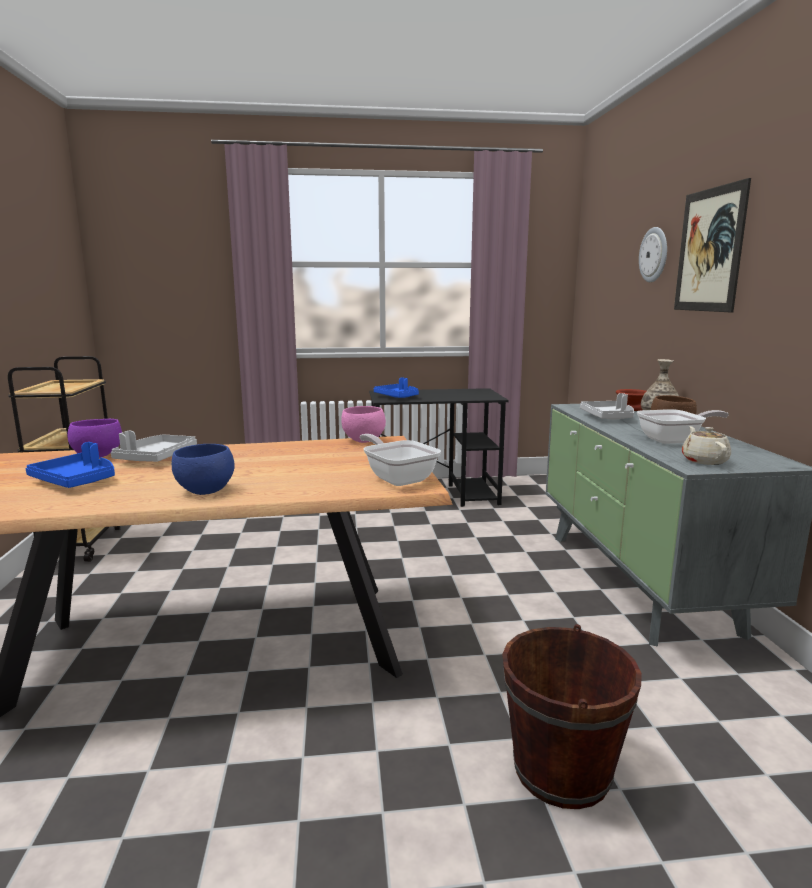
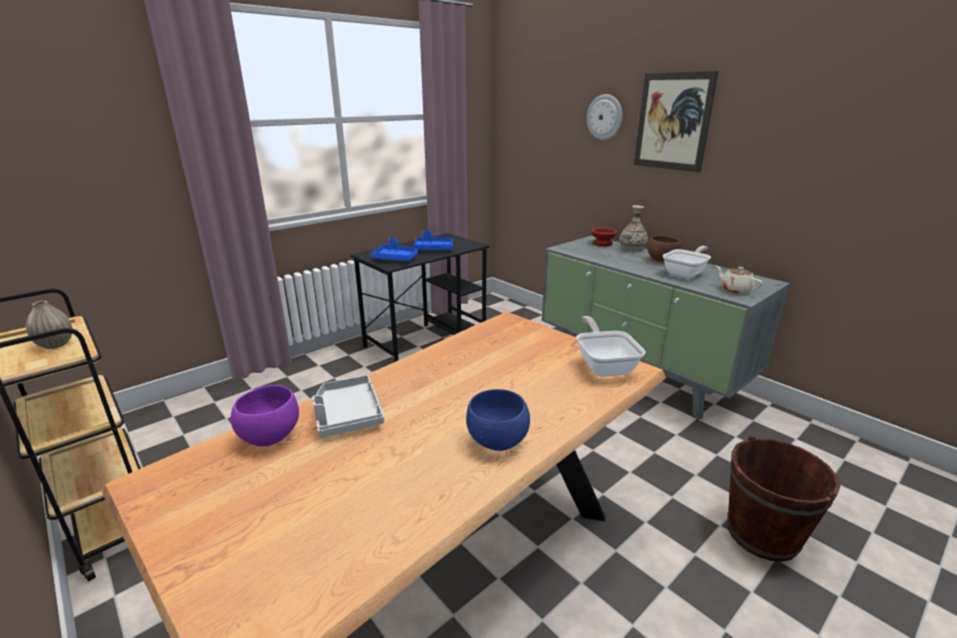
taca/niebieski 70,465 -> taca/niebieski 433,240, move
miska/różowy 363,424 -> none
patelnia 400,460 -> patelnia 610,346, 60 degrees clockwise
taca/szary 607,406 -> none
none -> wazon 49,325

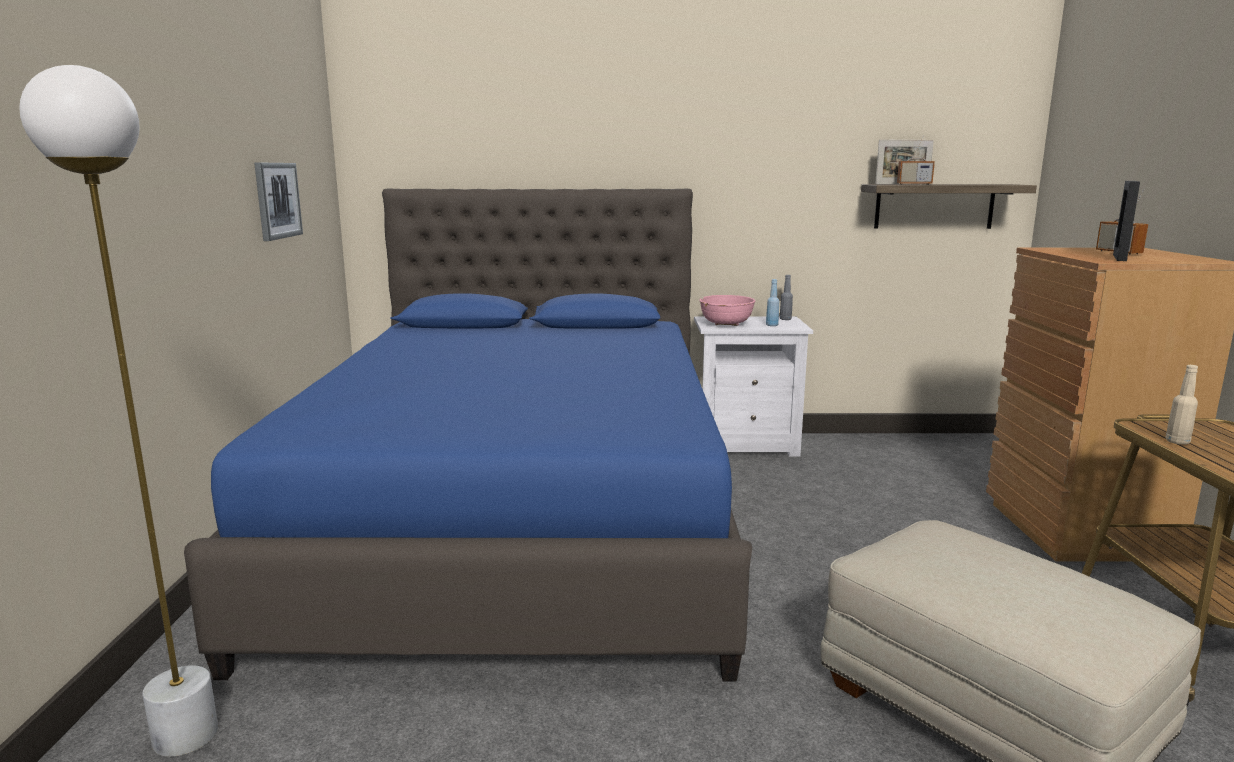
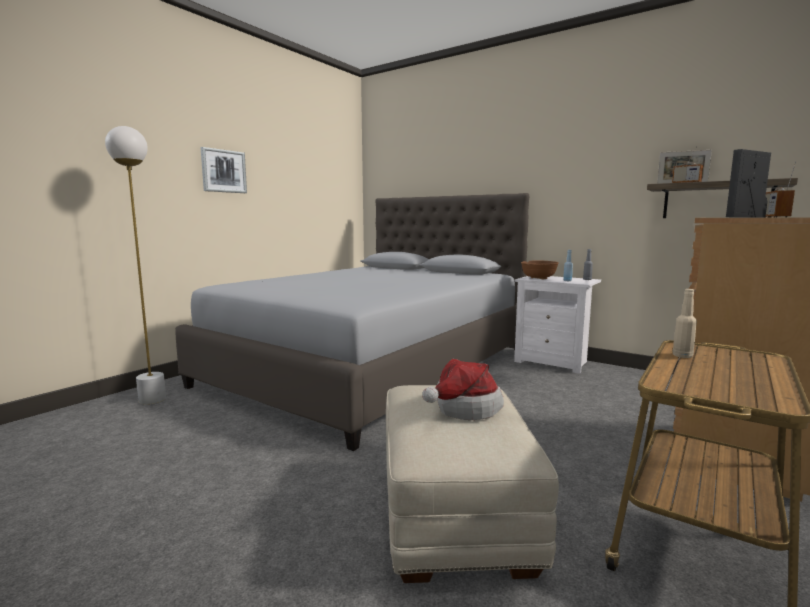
łóżko/niebieski 468,435 -> łóżko/szary 352,322
obraz 278,201 -> obraz 224,170, move
miska/różowy 727,310 -> miska/brązowy 540,269
none -> kapelusz 463,389

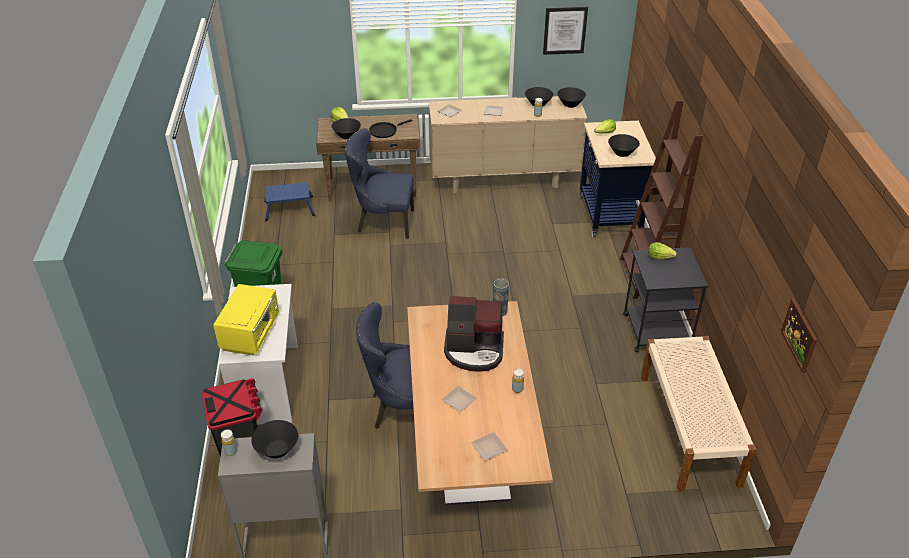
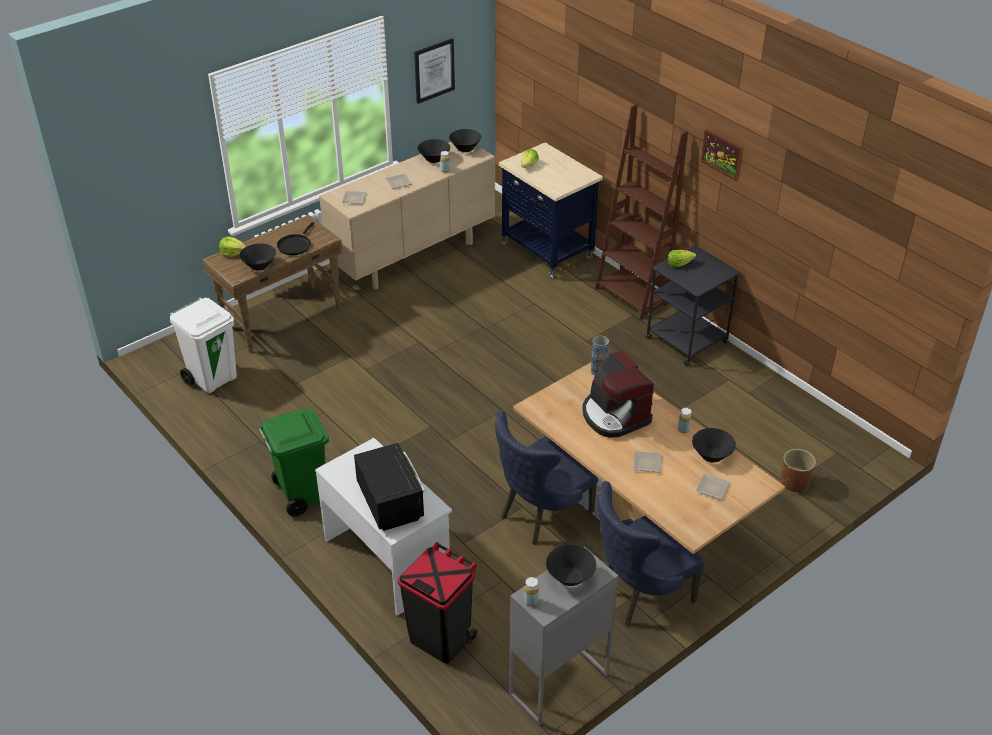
mikrofalówka/żółty 246,319 -> mikrofalówka/czarny 389,487
drabinka/niebieski 290,202 -> kosz na śmieci/biały 203,345
krzesło/niebieski 379,184 -> krzesło/niebieski 650,554, move
ekspres do kawy 474,334 -> ekspres do kawy 618,394, 90 degrees clockwise
miska/czarny 624,145 -> miska/czarny 714,445, move
ławka/beżowy 698,414 -> none
obraz 799,335 -> obraz 721,155, move
none -> donica/brązowy 798,470

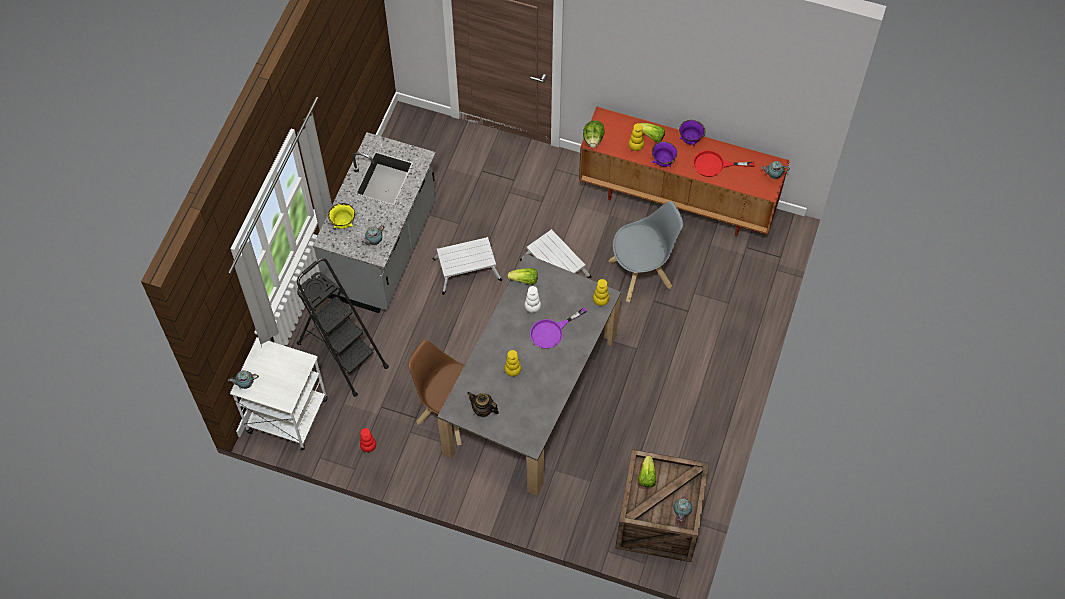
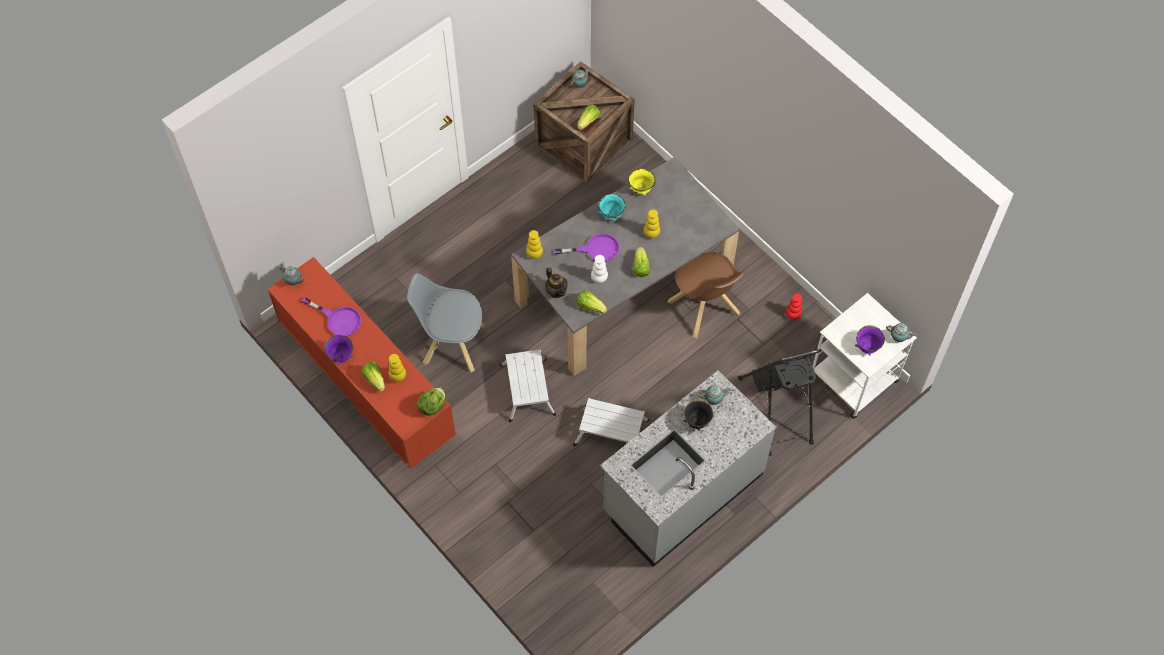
miska/żółty 341,216 -> miska/żółty 642,182, move
imbryk 483,404 -> imbryk 556,282, move
miska/fioletowy 664,154 -> miska/fioletowy 870,340, move
patelnia/czerwony 724,163 -> patelnia/fioletowy 331,316
none -> miska/turkusowy 612,208
none -> sałata 641,262
none -> miska/czarny 698,415

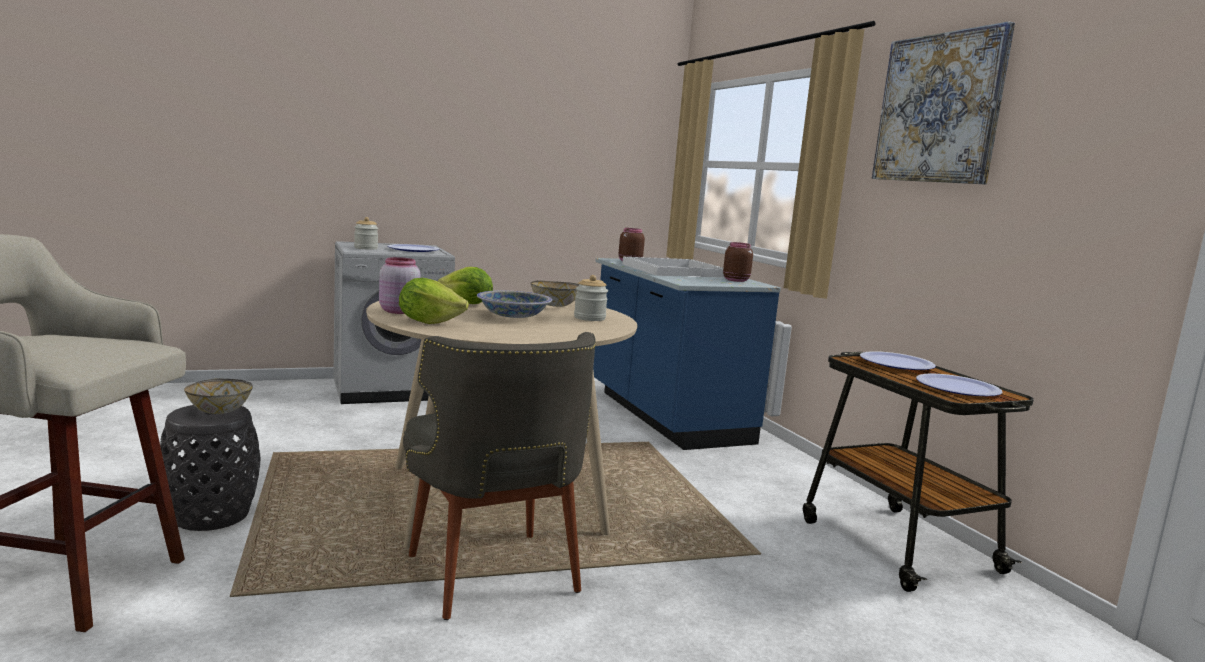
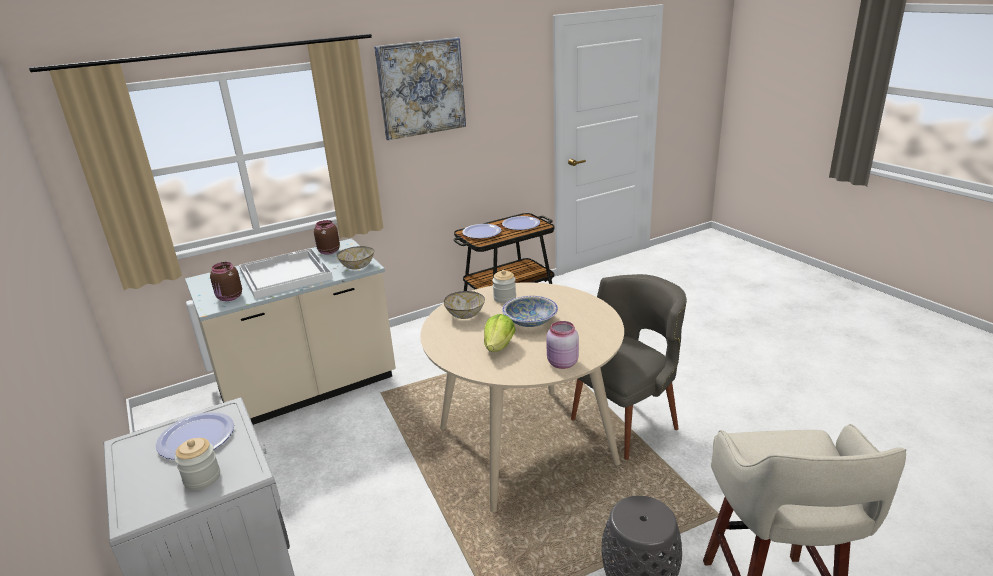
miska 218,396 -> miska 355,258, move
sałata 434,301 -> none
zabudowa kuchenna/niebieski 687,354 -> zabudowa kuchenna/beżowy 290,331

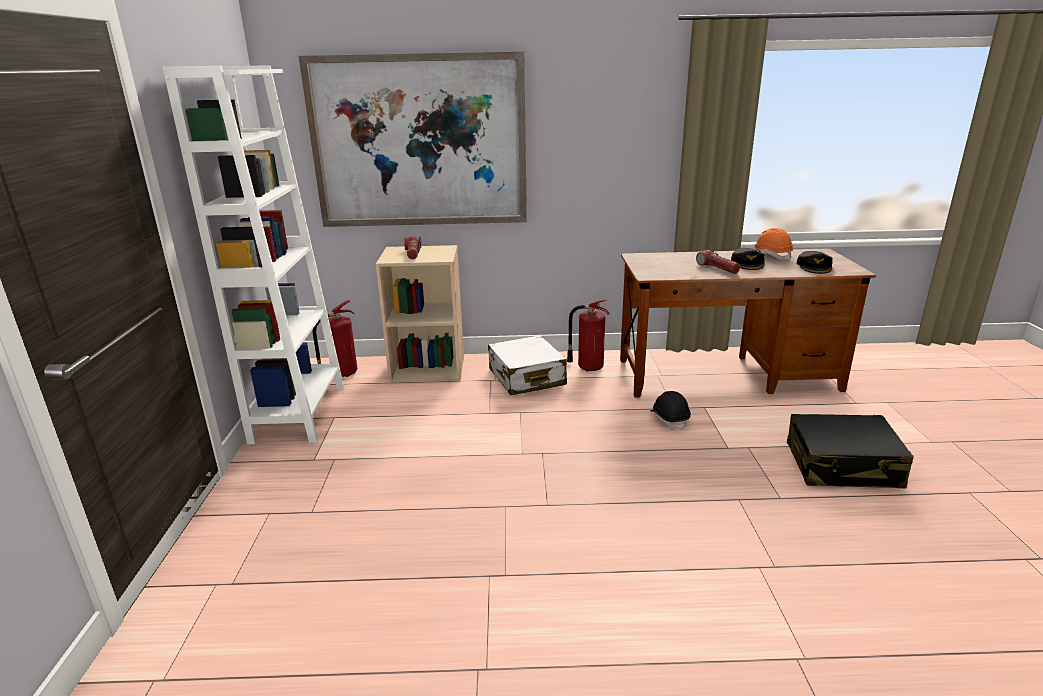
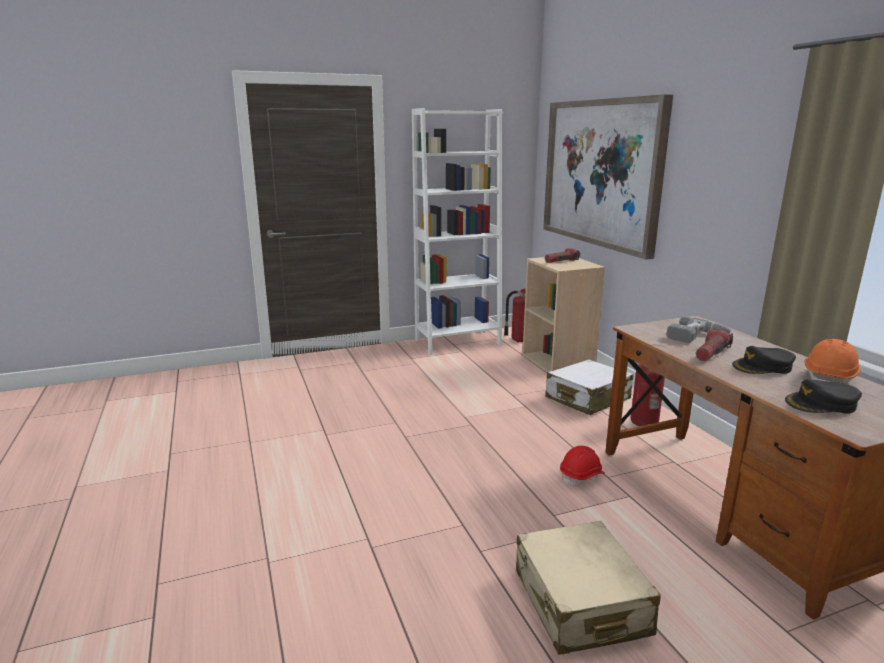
kask/czarny 670,410 -> kask/czerwony 582,466
walizka/czarny 850,451 -> walizka/beżowy 588,588
none -> wiertarka 699,330

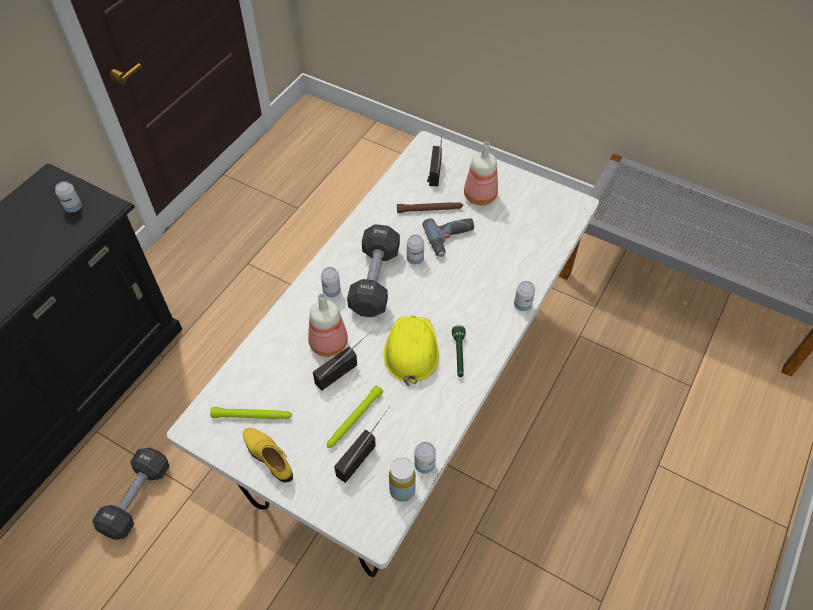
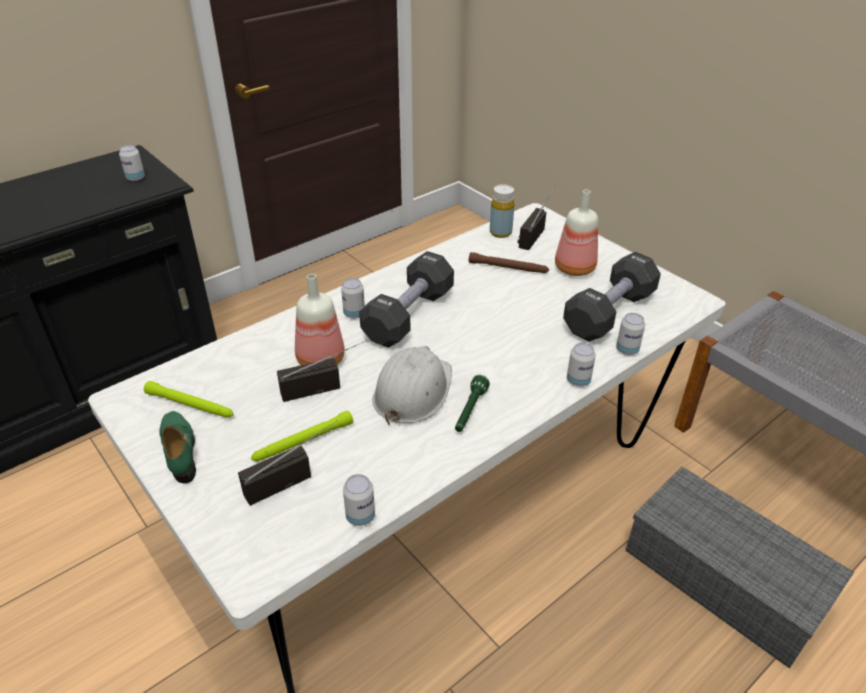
hantel/czarny 130,493 -> hantel/czarny 612,297, move
but/żółty 268,455 -> but/zielony 178,447
kask/żółty 411,350 -> kask/biały 412,385
butelka/żółty 402,479 -> butelka/żółty 502,211, move
puszka 415,250 -> puszka 630,334, move
wiertarka 448,237 -> none
none -> pojemnik do przechowywania/szary 739,568

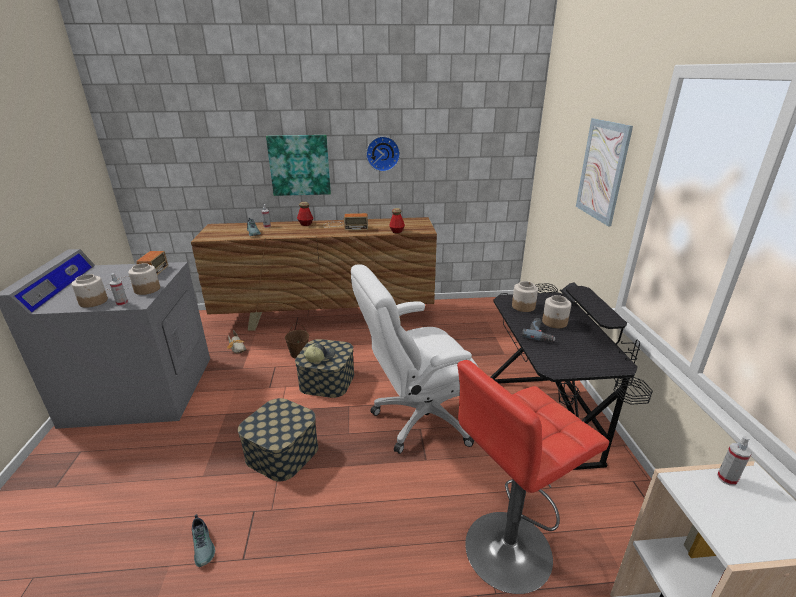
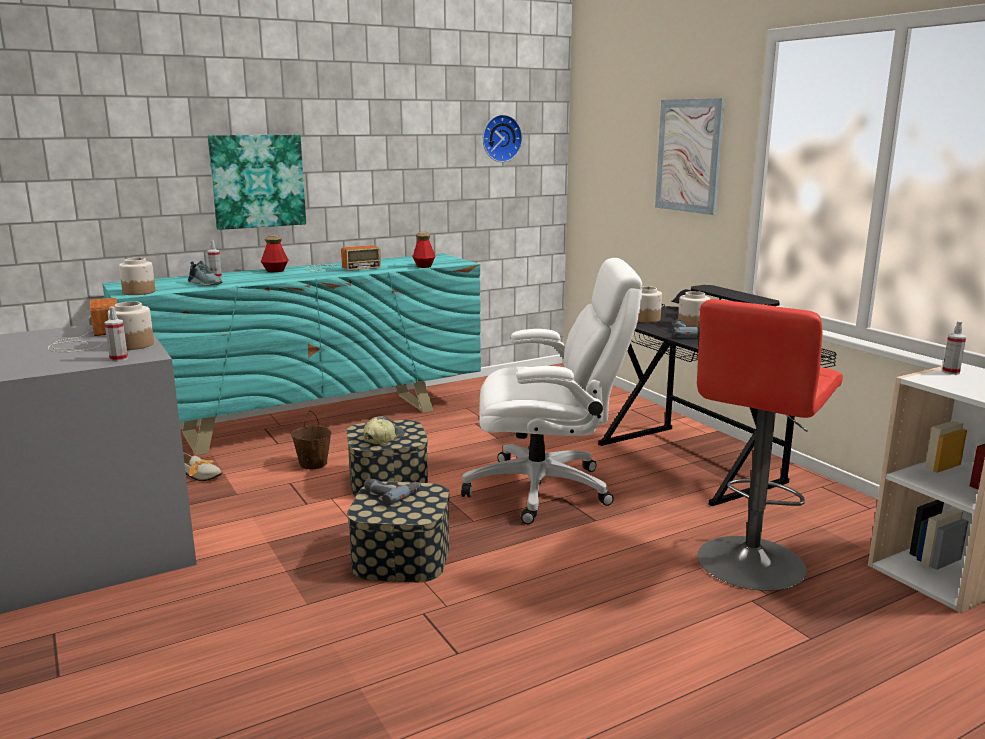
słoik 89,291 -> słoik 137,276, move
szafka/brązowy 314,274 -> szafka/turkusowy 291,354
but 203,540 -> none
krzesło biurowe/biały 414,359 -> krzesło biurowe/biały 551,391, 135 degrees counterclockwise
zegar ścienny 383,154 -> zegar ścienny 502,138, move
none -> wiertarka 392,492

